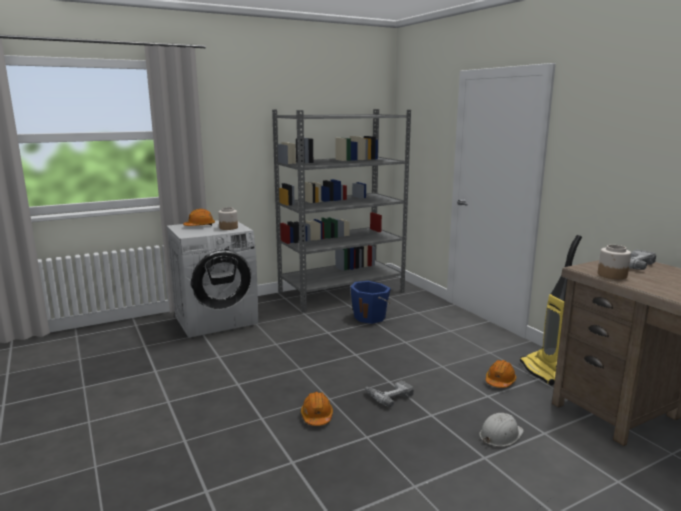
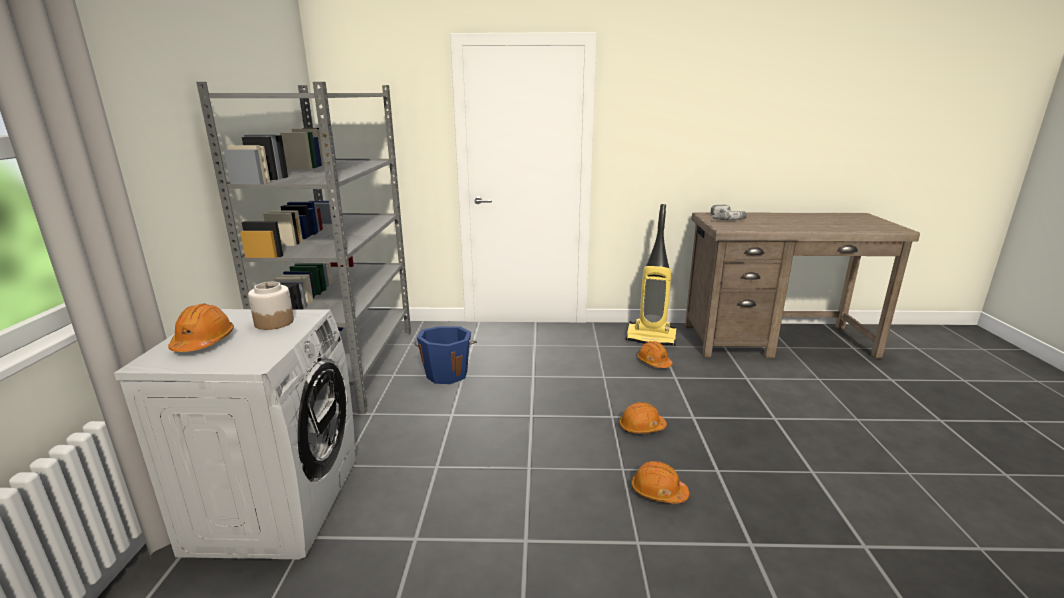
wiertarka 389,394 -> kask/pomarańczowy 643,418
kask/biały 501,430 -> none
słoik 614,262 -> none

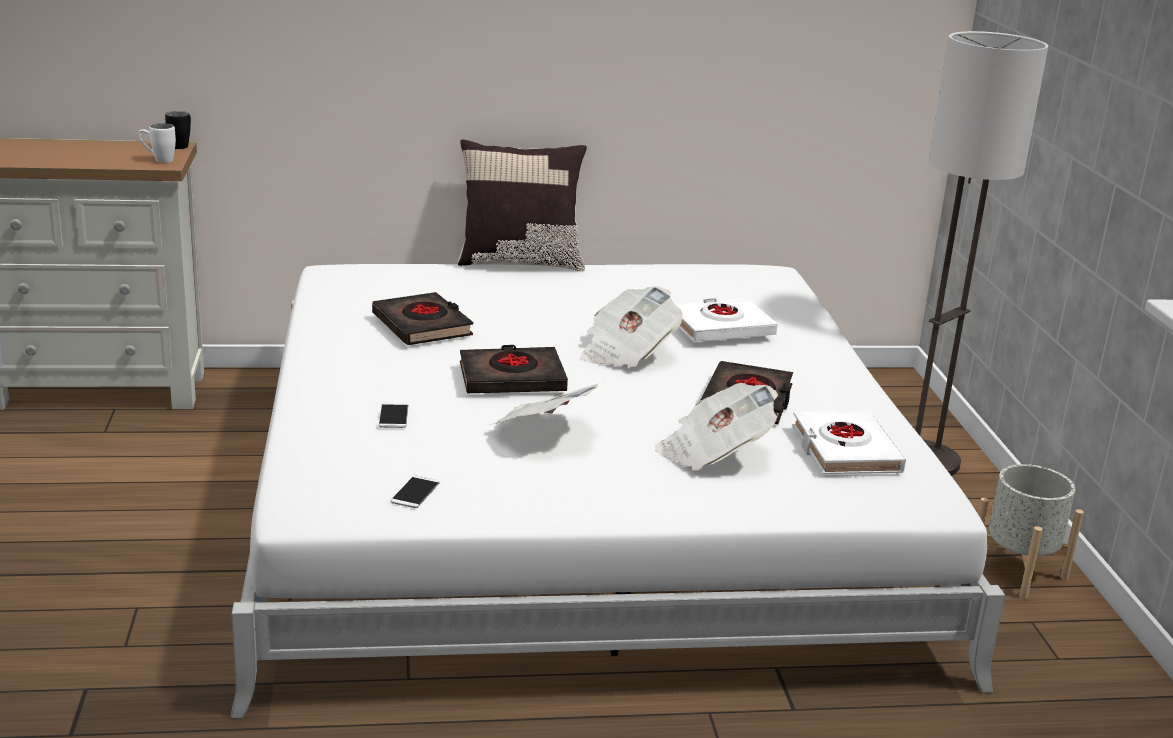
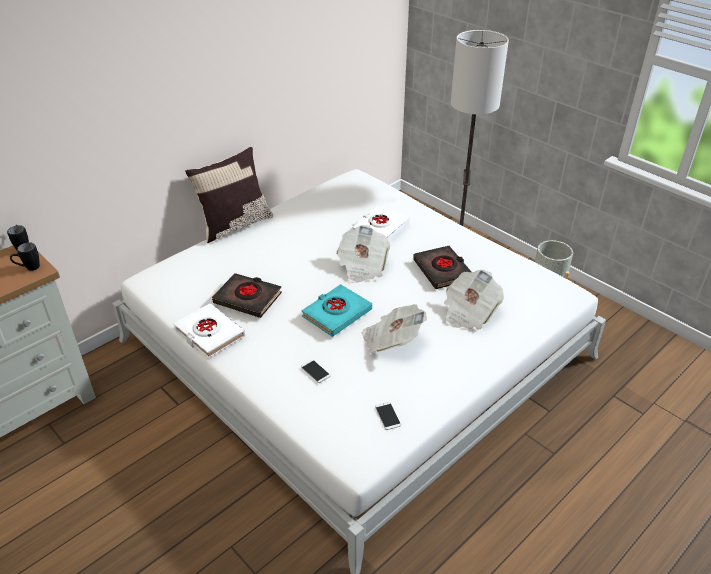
kubek/biały 157,143 -> kubek/czarny 25,256
książka/czarny 514,369 -> książka/turkusowy 337,310
książka/biały 849,442 -> książka/biały 209,330, move

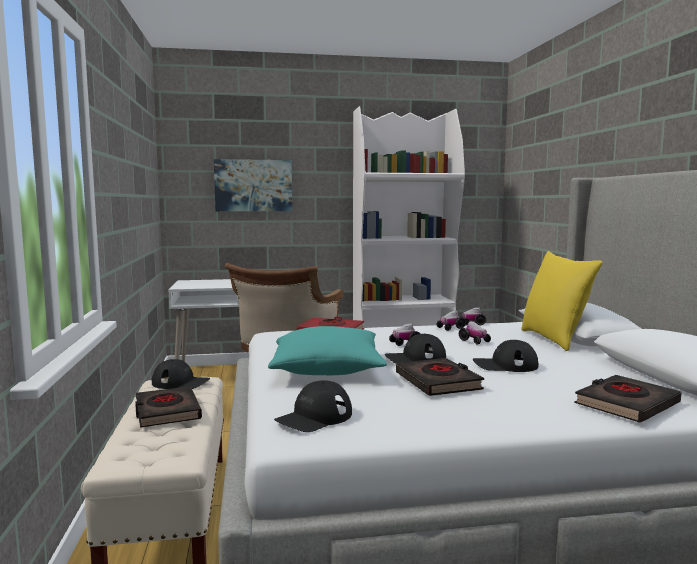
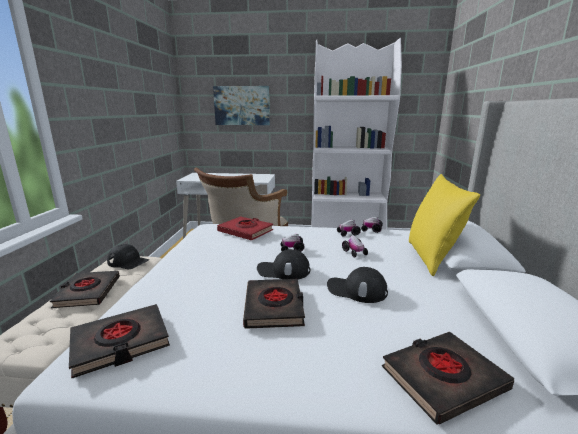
poduszka/turkusowy 327,350 -> none
czapka z daszkiem/czarny 313,406 -> książka/czarny 119,341

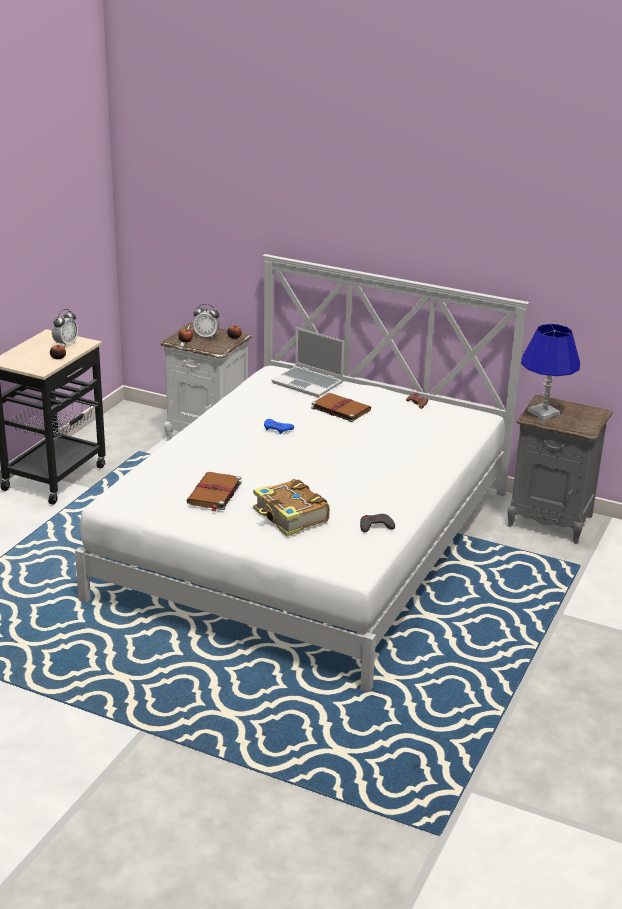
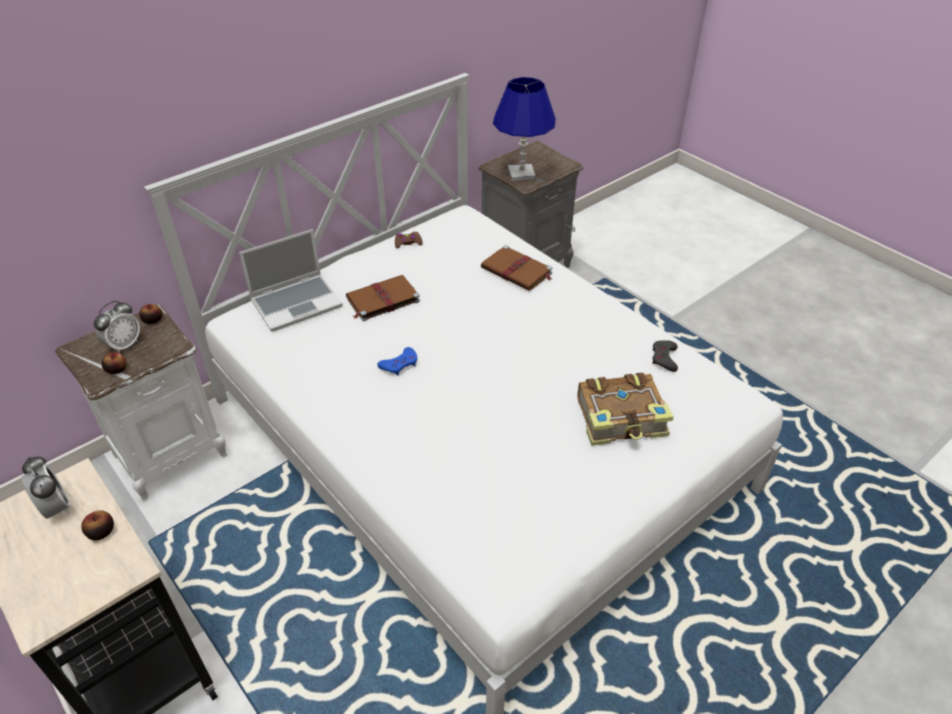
książka/brązowy 214,492 -> książka/brązowy 517,268, move

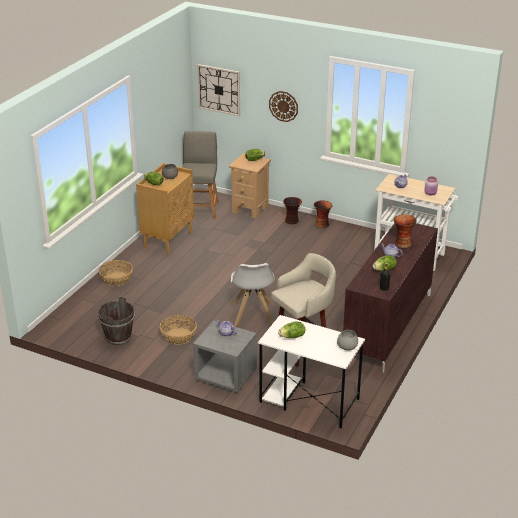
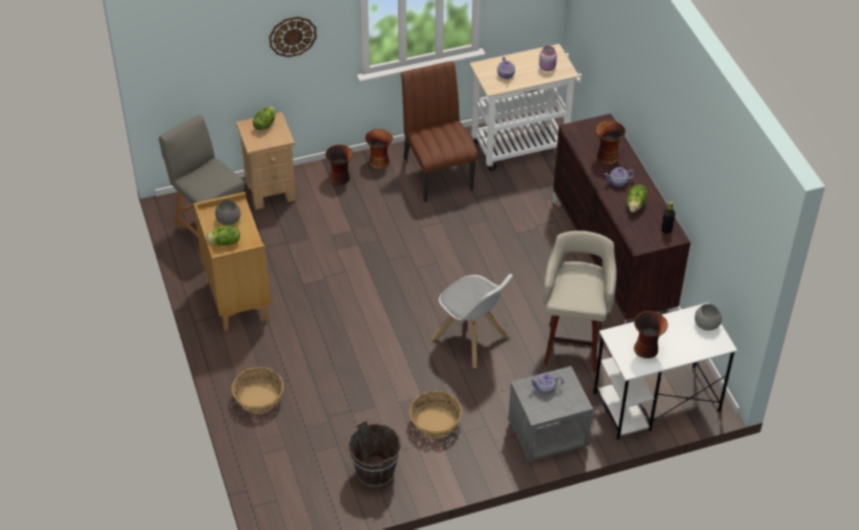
zegar ścienny 218,90 -> none
sałata 291,330 -> wazon 651,334
none -> krzesło/brązowy 439,131

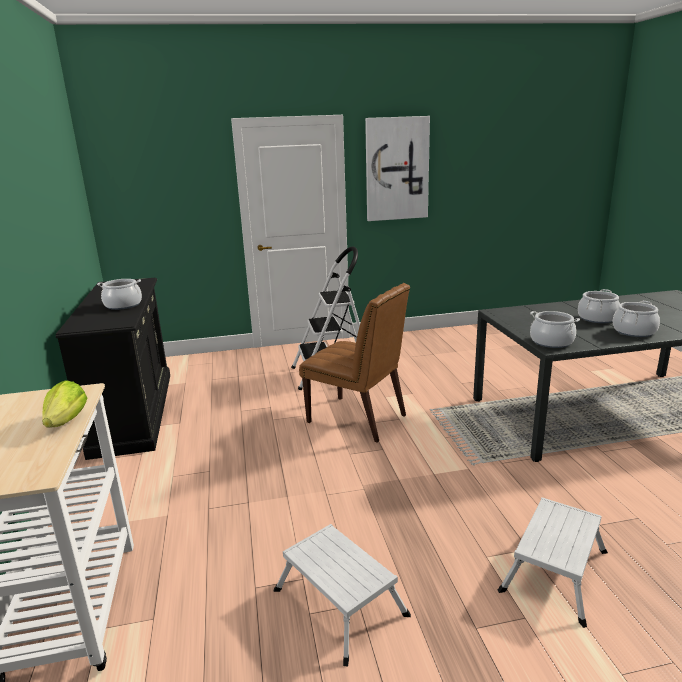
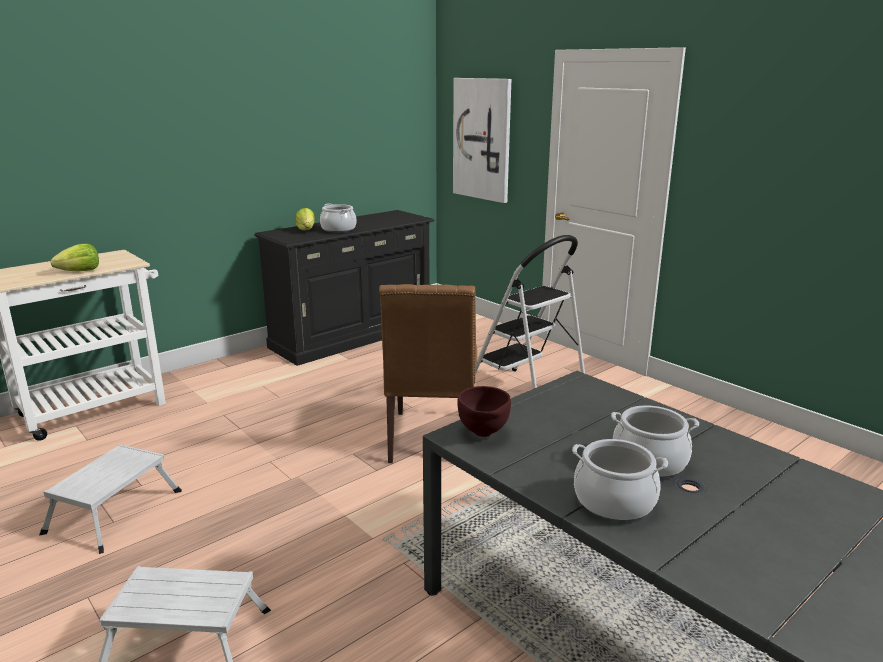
obraz 397,168 -> obraz 482,140, move
garnek 555,329 -> miska/brązowy 484,411
none -> sałata 306,219

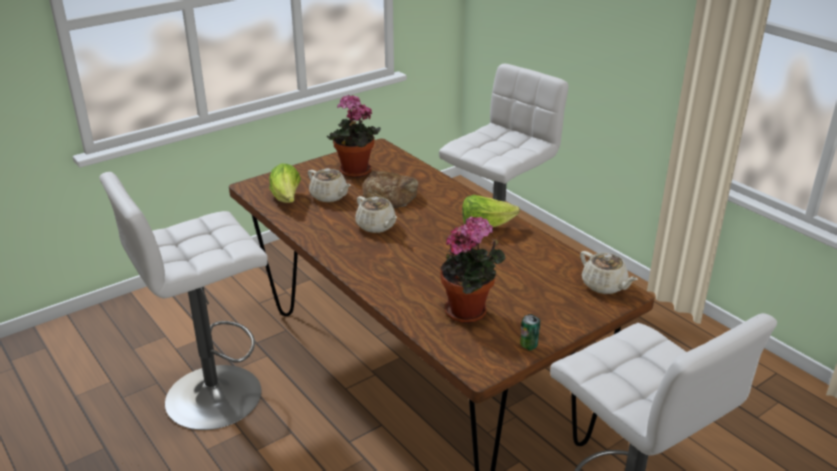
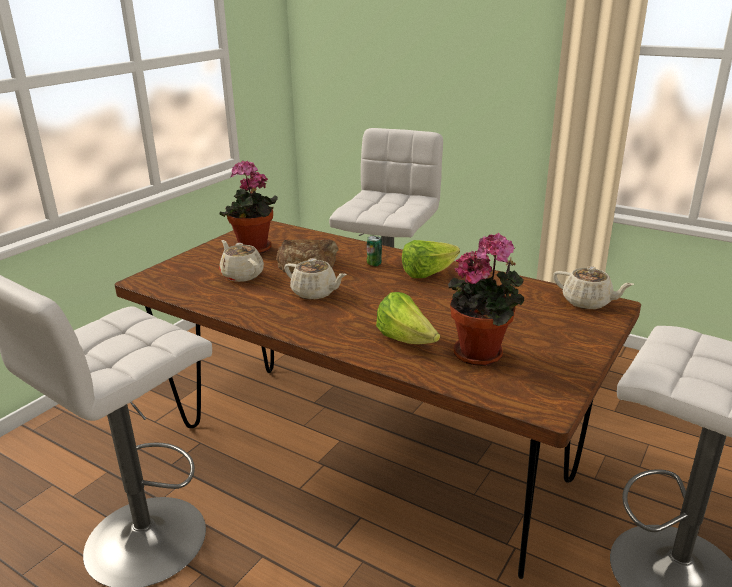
sałata 285,183 -> sałata 408,318, move
imbryk/beżowy 329,185 -> imbryk/beżowy 241,261, 150 degrees counterclockwise
puszka 530,332 -> puszka 374,250, move

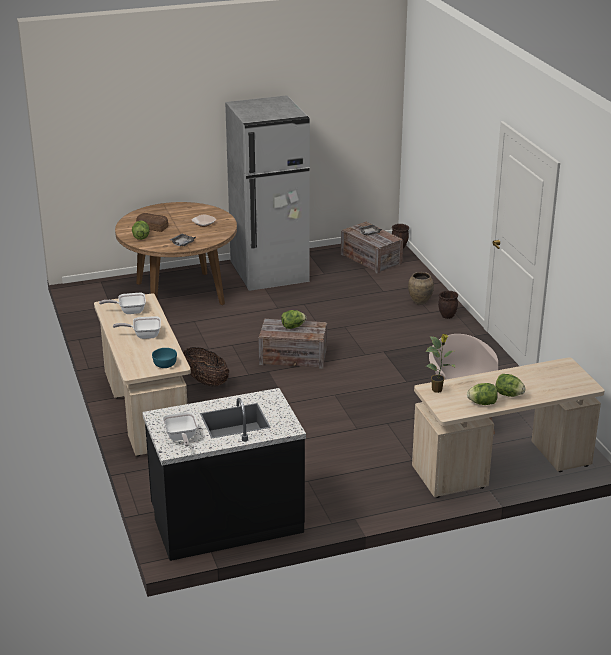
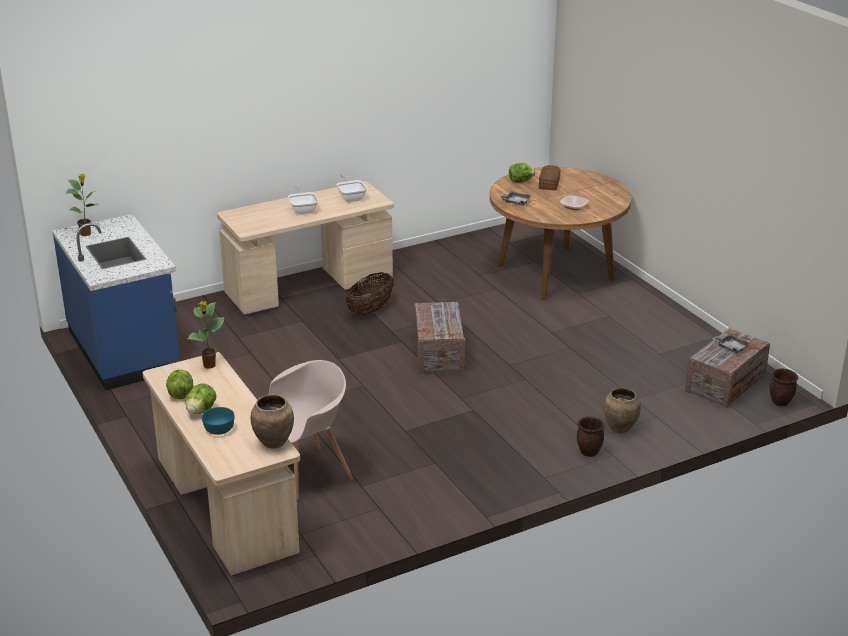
zabudowa kuchenna/czarny 224,474 -> zabudowa kuchenna/niebieski 116,302
miska/turkusowy 164,358 -> miska/turkusowy 218,421, move
patelnia 180,429 -> roślina doniczkowa 81,205
lodówka/szary 267,193 -> none
sałata 293,319 -> none
none -> wazon/brązowy 272,421

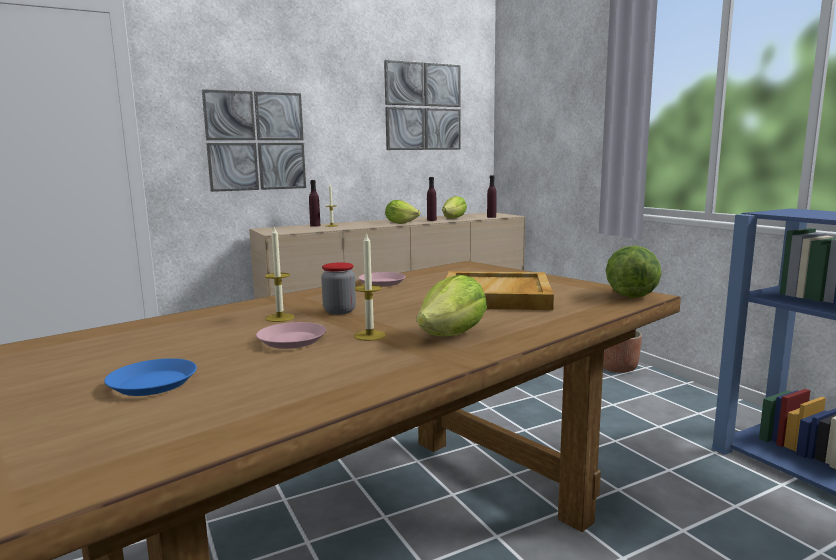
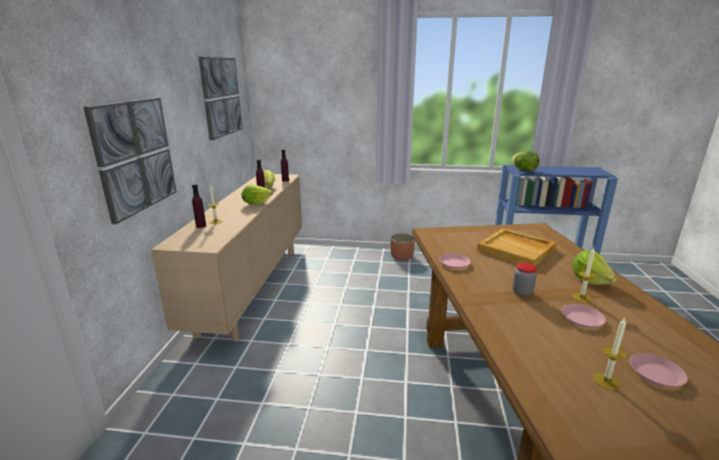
talerz/niebieski 150,377 -> talerz/różowy 659,370
świeca 280,274 -> świeca 610,354, move
sałata 633,272 -> sałata 526,161, move

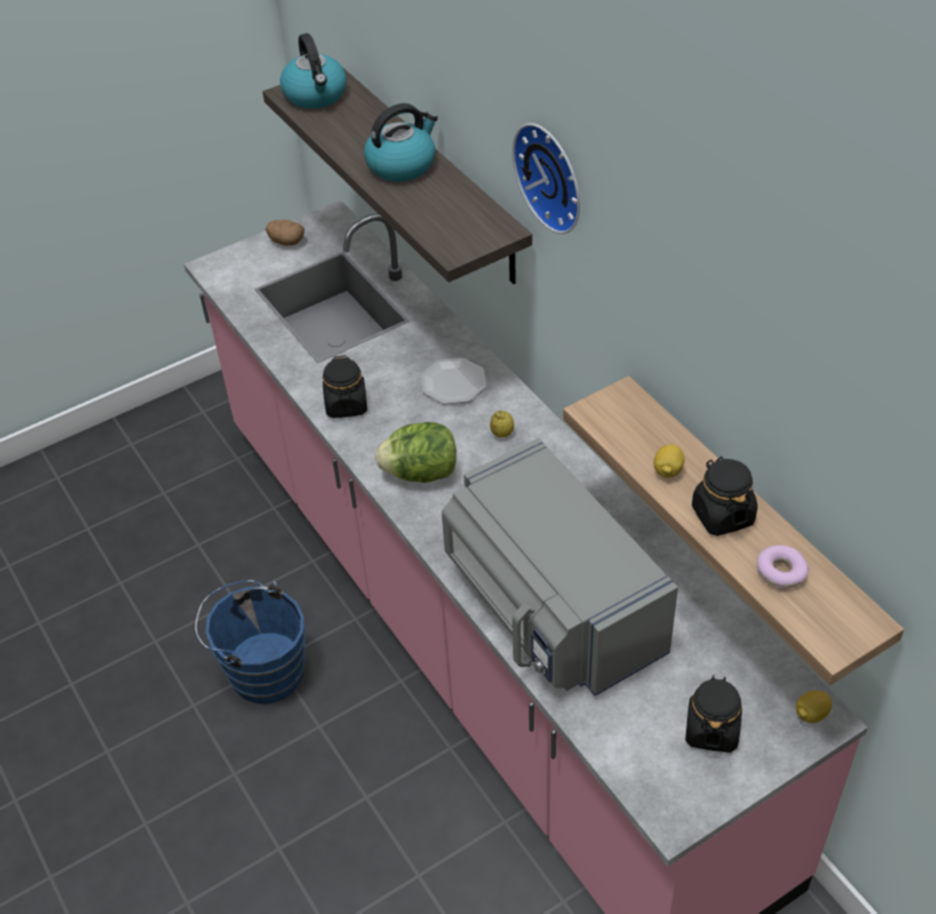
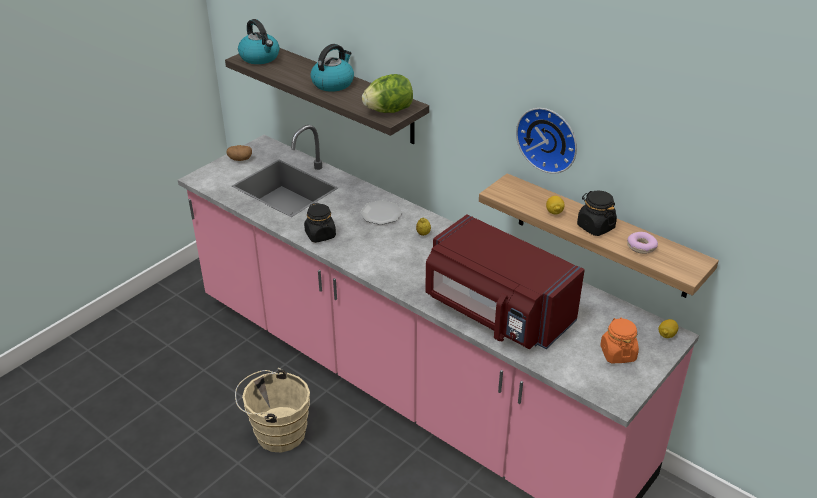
wiadro/niebieski 250,642 -> wiadro/beżowy 272,410
sałata 415,452 -> sałata 387,93, move
mikrofalówka/szary 560,567 -> mikrofalówka/czerwony 505,281
zegar ścienny 546,178 -> zegar ścienny 546,141, move
słoik/czarny 713,714 -> słoik/pomarańczowy 619,340

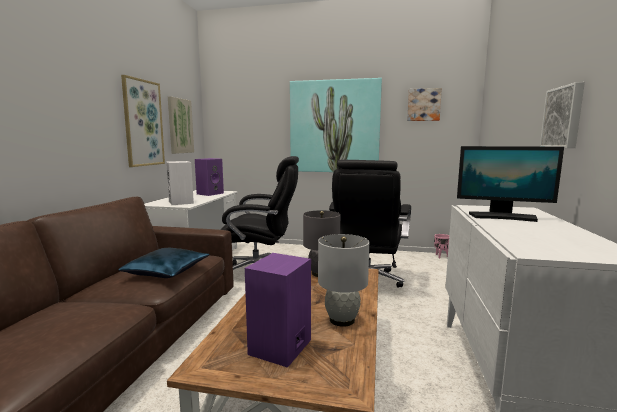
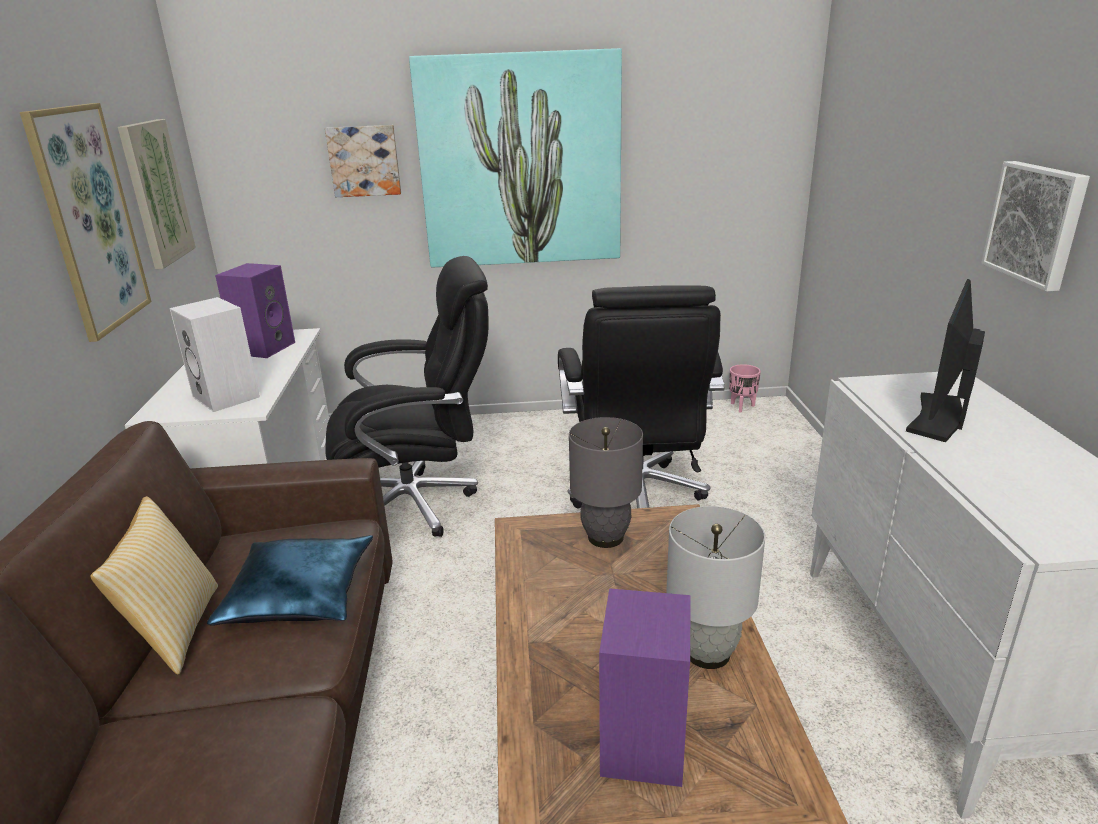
obraz 424,104 -> obraz 363,161, move
monitor 510,184 -> monitor 945,360, 120 degrees clockwise
none -> poduszka 154,585

